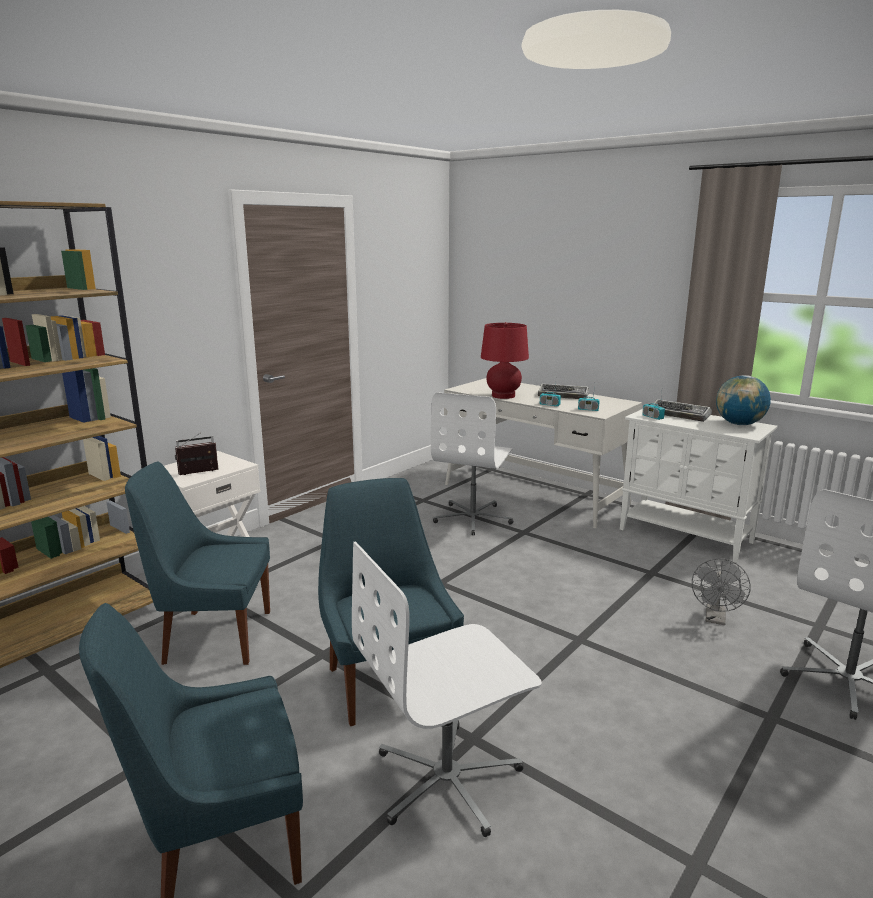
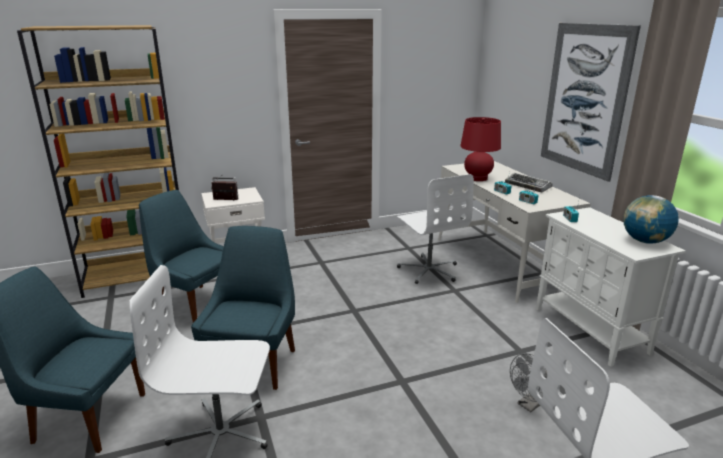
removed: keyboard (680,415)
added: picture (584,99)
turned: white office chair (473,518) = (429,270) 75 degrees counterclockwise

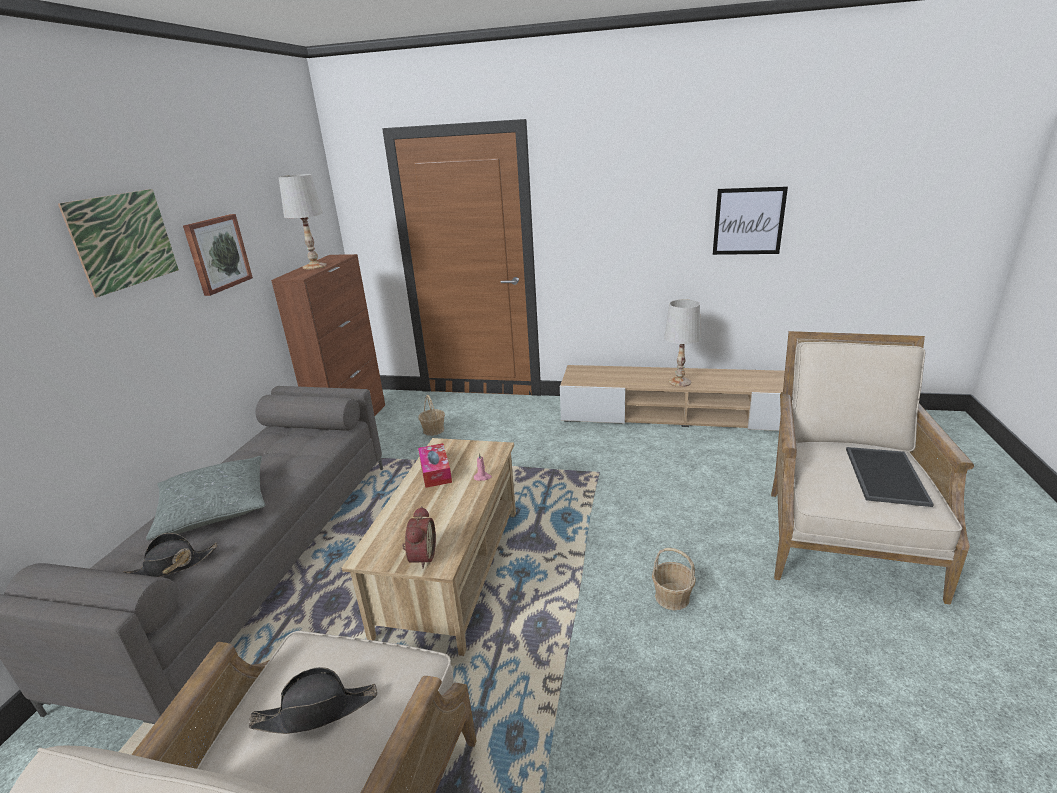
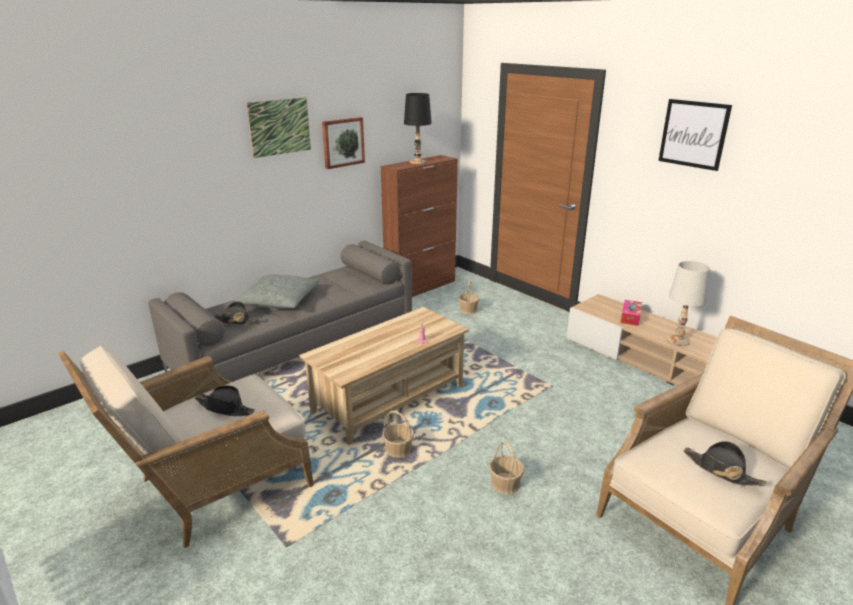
removed: alarm clock (420,556)
added: basket (398,450)
moved: tissue box (435,471) to (630,317); picture (748,221) to (693,134)
replaced: tray (883,475) to black hat (721,470)
recoloured: white table lamp (315,266) to black table lamp (418,162)

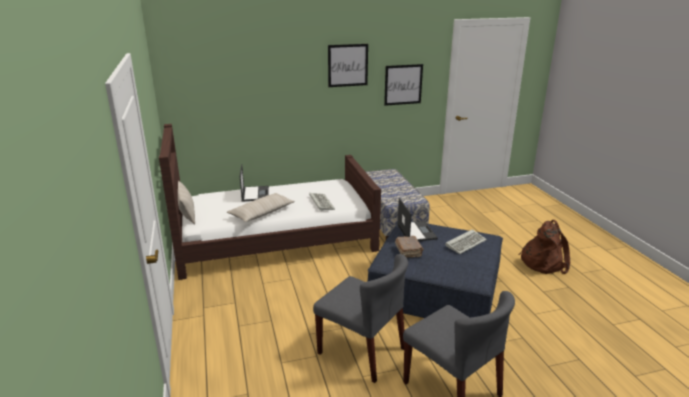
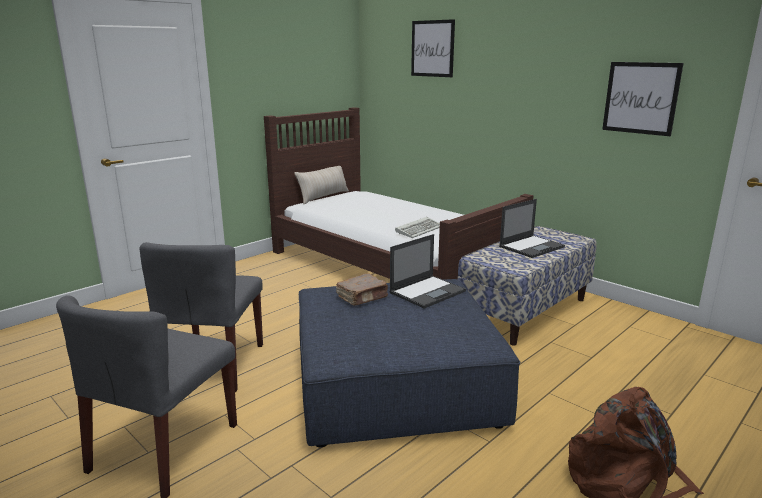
removed: beige pillow (262,213); keyboard (466,243)
moved: picture (347,65) to (432,48); laptop (255,193) to (532,246)

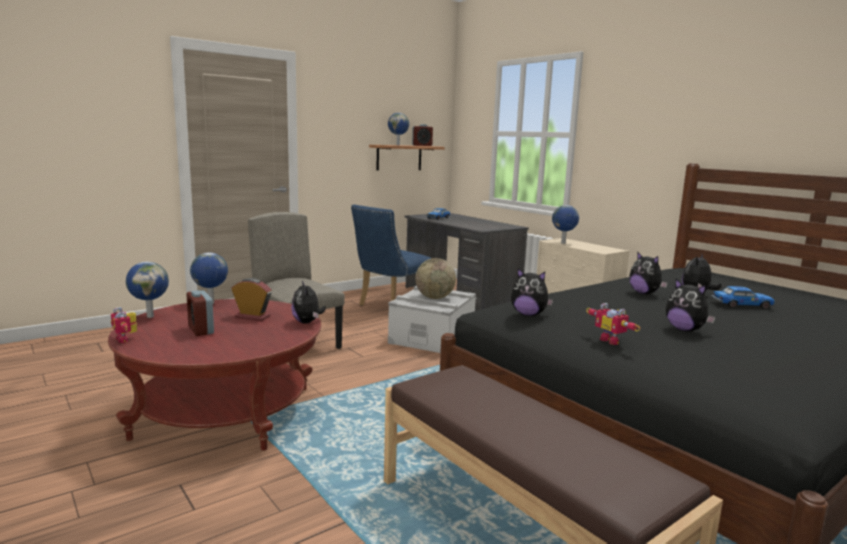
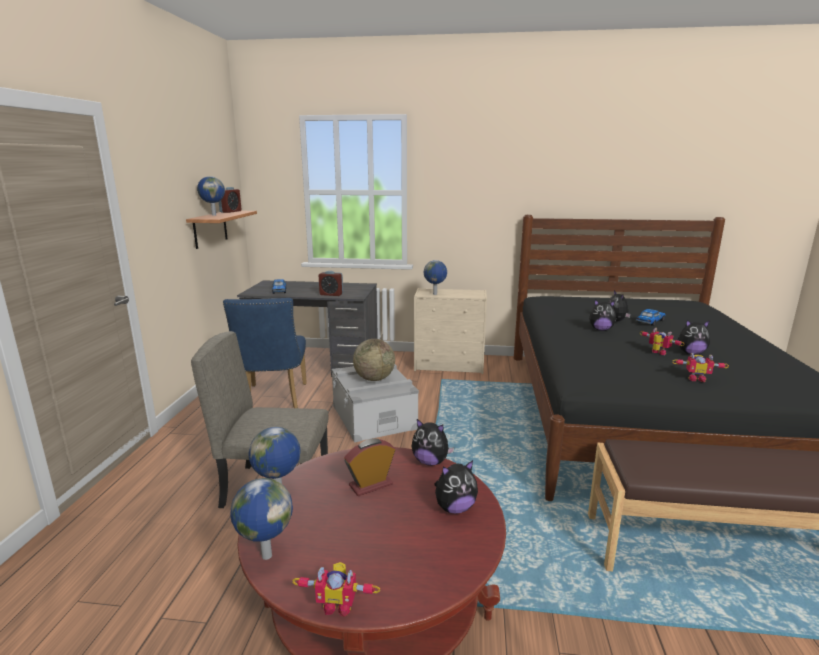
added: toy robot (657,353)
moved: alarm clock (201,330) to (331,294); plush toy (528,314) to (454,508)

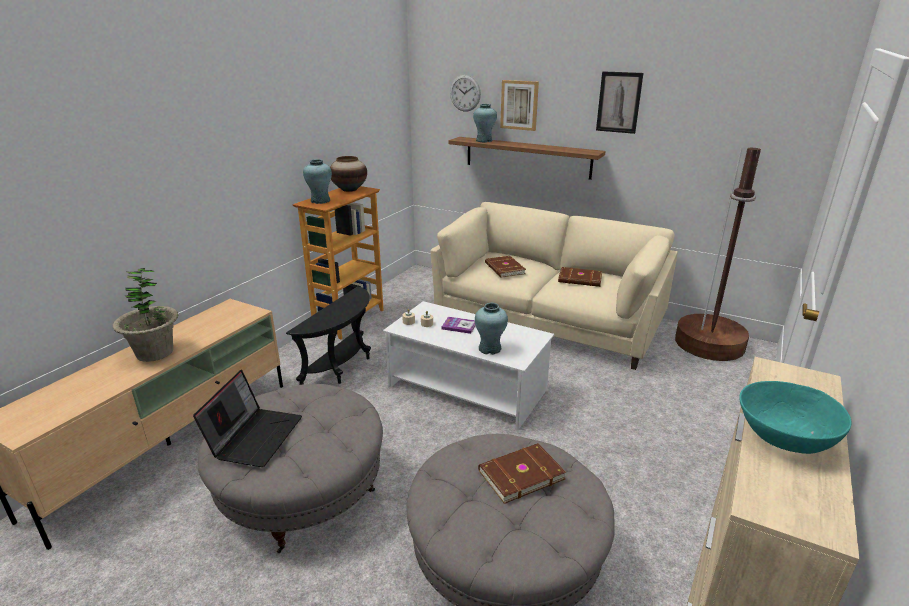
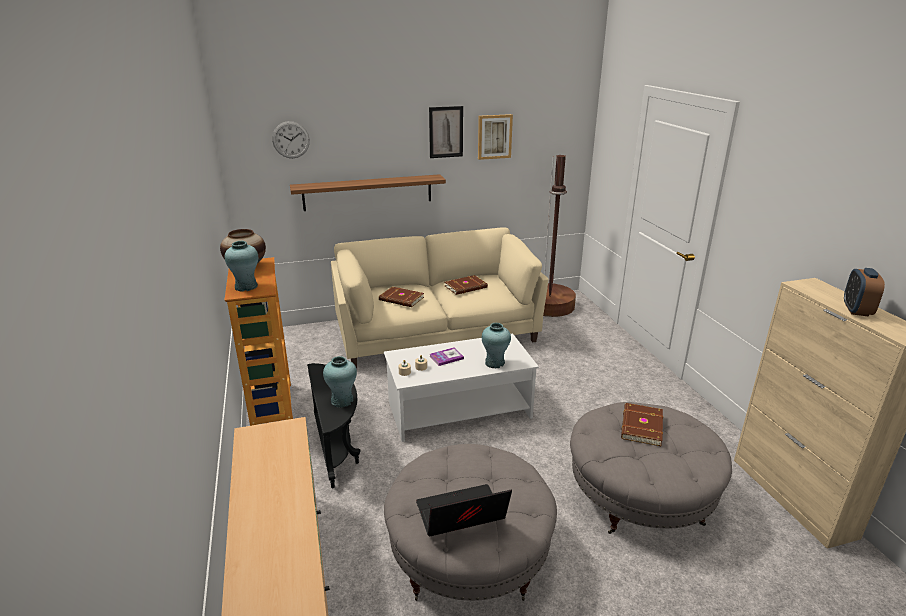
removed: potted plant (155,353)
moved: turquoise vase (484,140) to (342,400); picture (519,105) to (494,136)
replaced: turquoise bowl (784,437) to alarm clock (856,310)
turned: laptop (255,436) = (460,517) 75 degrees counterclockwise

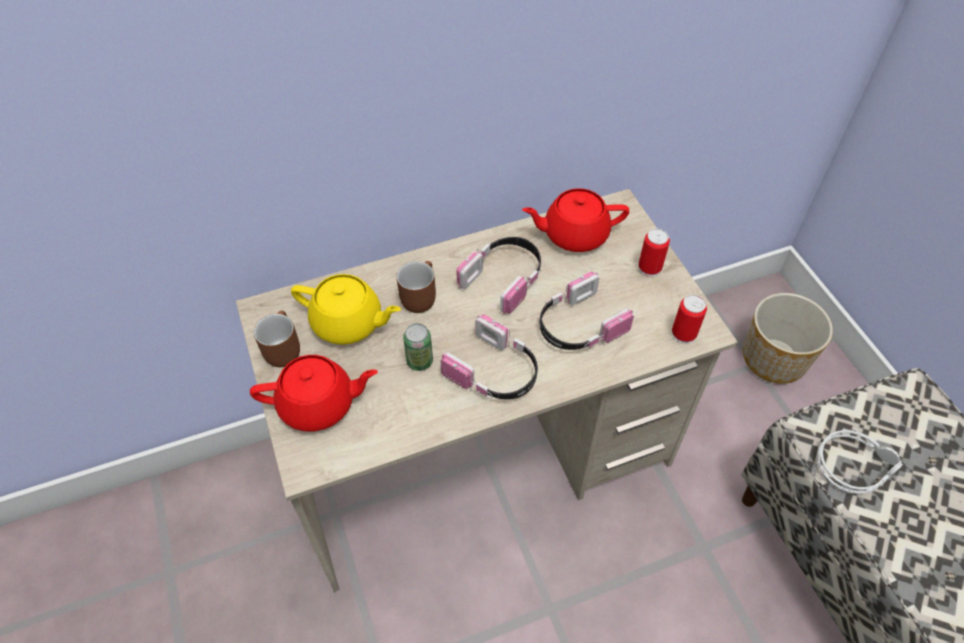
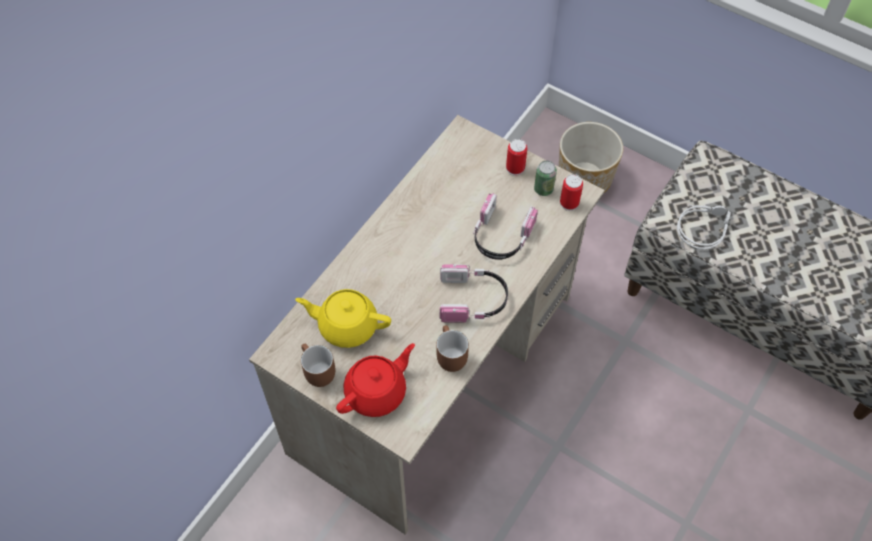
removed: headphones (504,278); red teapot (574,234)
moved: brown mug (418,295) to (448,355); can (419,361) to (543,189)
turned: yellow teapot (348,323) = (347,325) 150 degrees counterclockwise

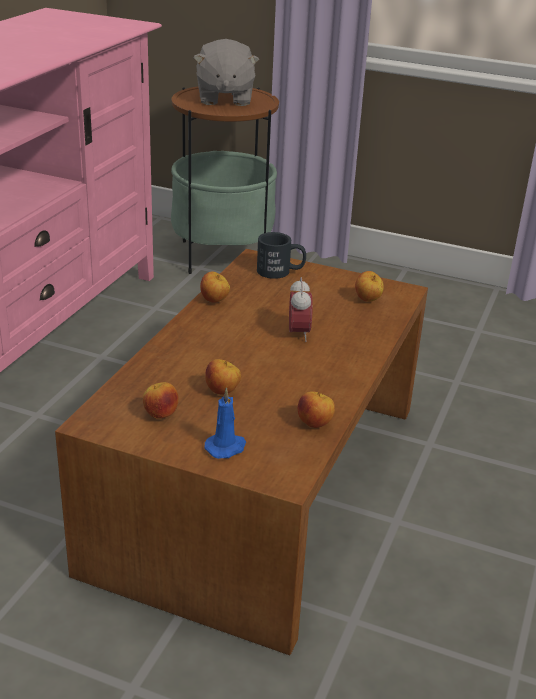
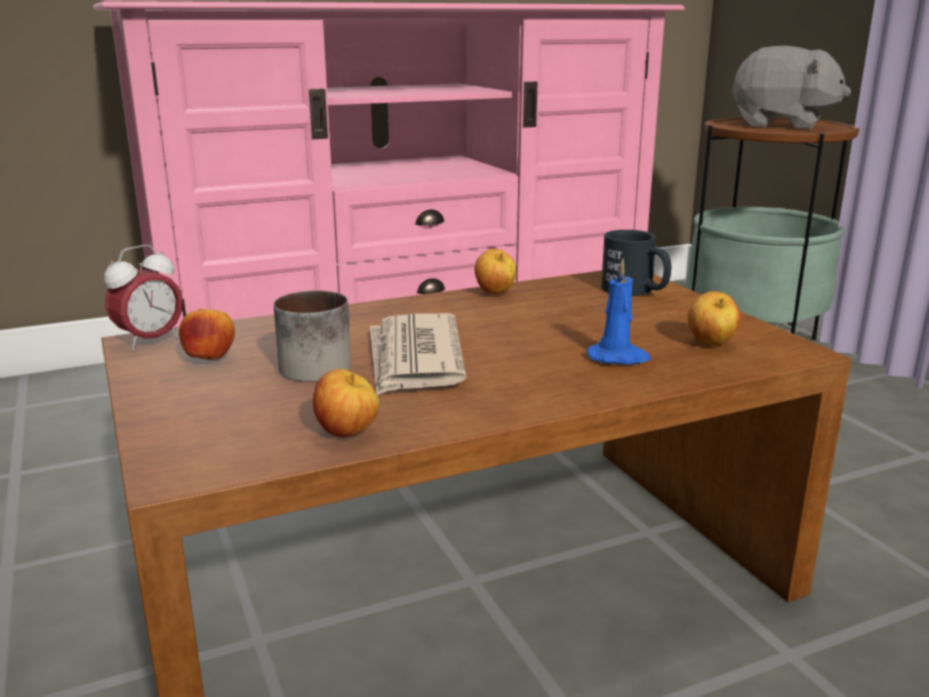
added: newspaper (414,359)
moved: alarm clock (298,334) to (150,341); blue candle (226,447) to (618,357)
replaced: apple (222,392) to mug (319,364)
turned: grey plush toy (224,98) = (781,125) 105 degrees counterclockwise

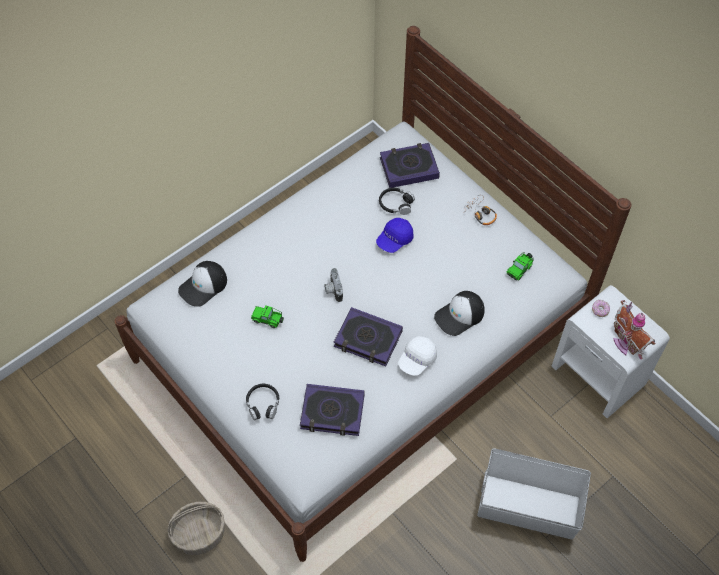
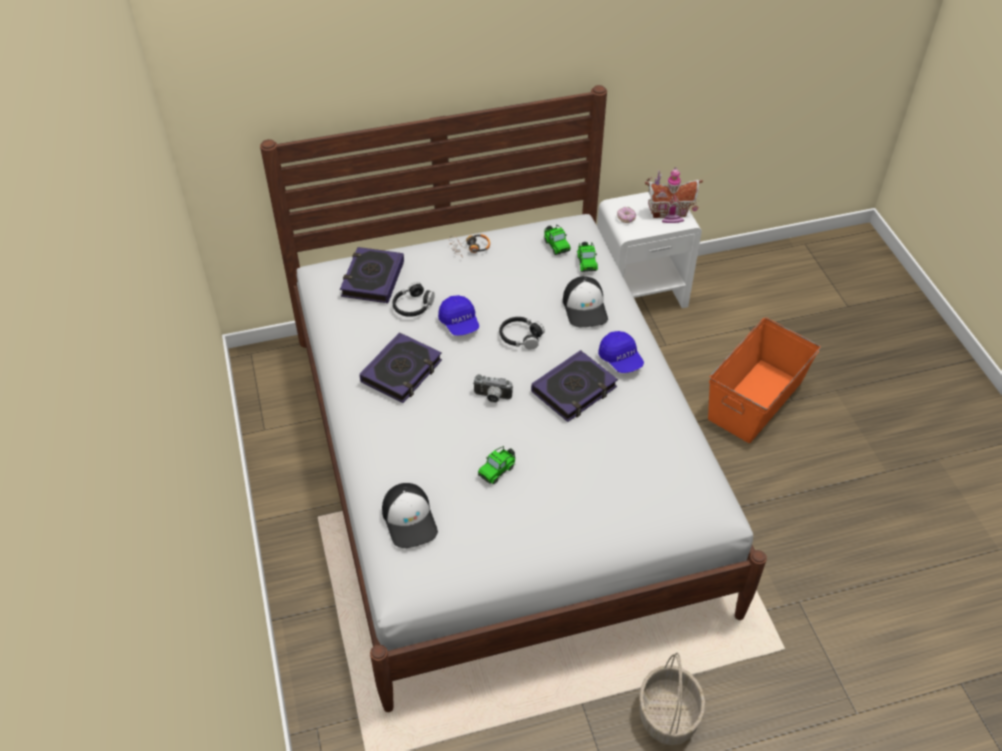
added: toy car (586,262)
moved: book (332,412) to (402,372); black headphones (263,404) to (520,337)
recoloured: white cap (417,359) to blue cap (620,359); white storage box (529,507) to orange storage box (756,400)

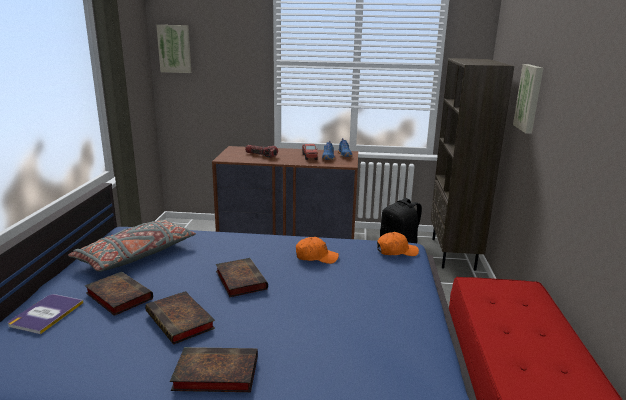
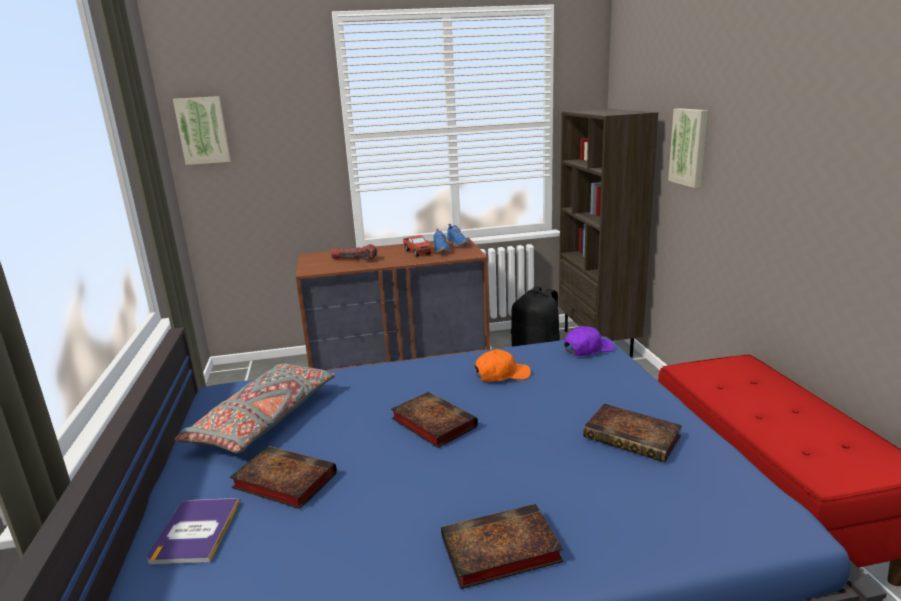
moved: book (181,321) to (634,437)
recoloured: orange cap (396,251) to purple cap (588,349)

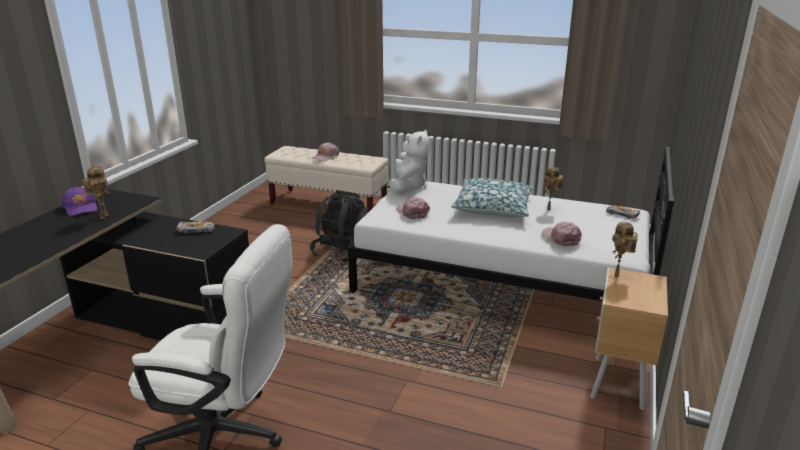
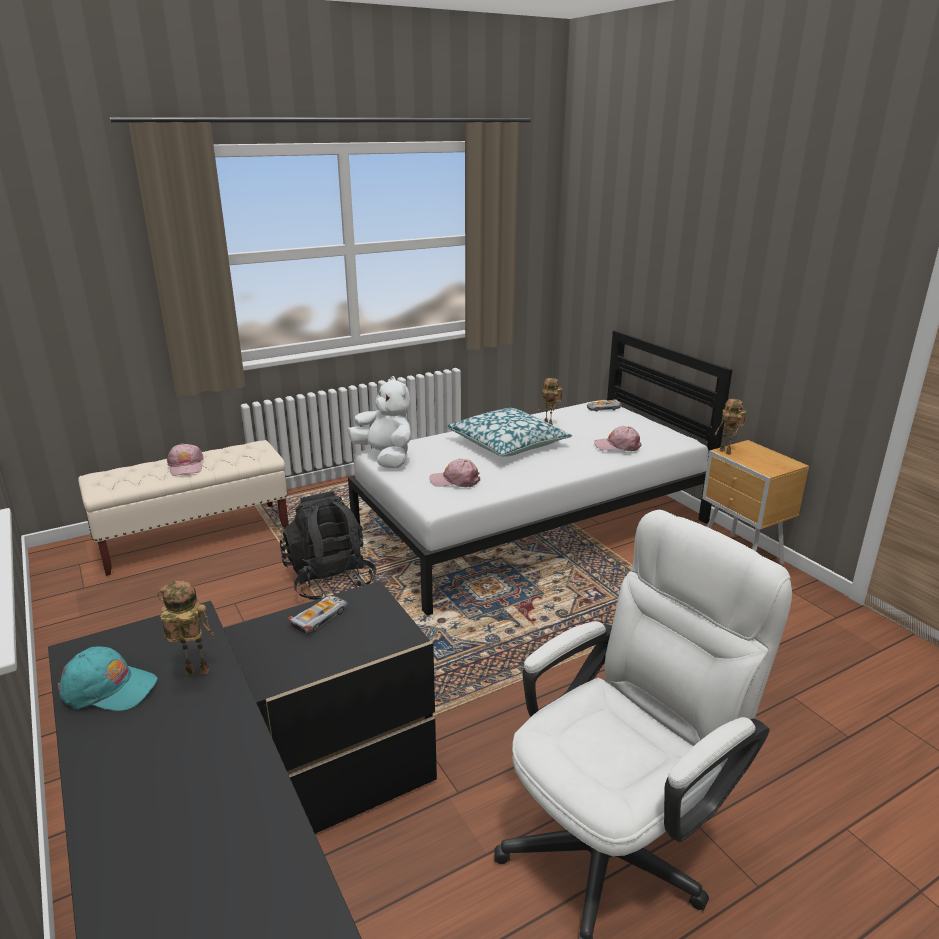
recoloured: purple cap (81,207) to turquoise cap (108,688)
turned: toy robot (103,216) = (194,673) 45 degrees counterclockwise

